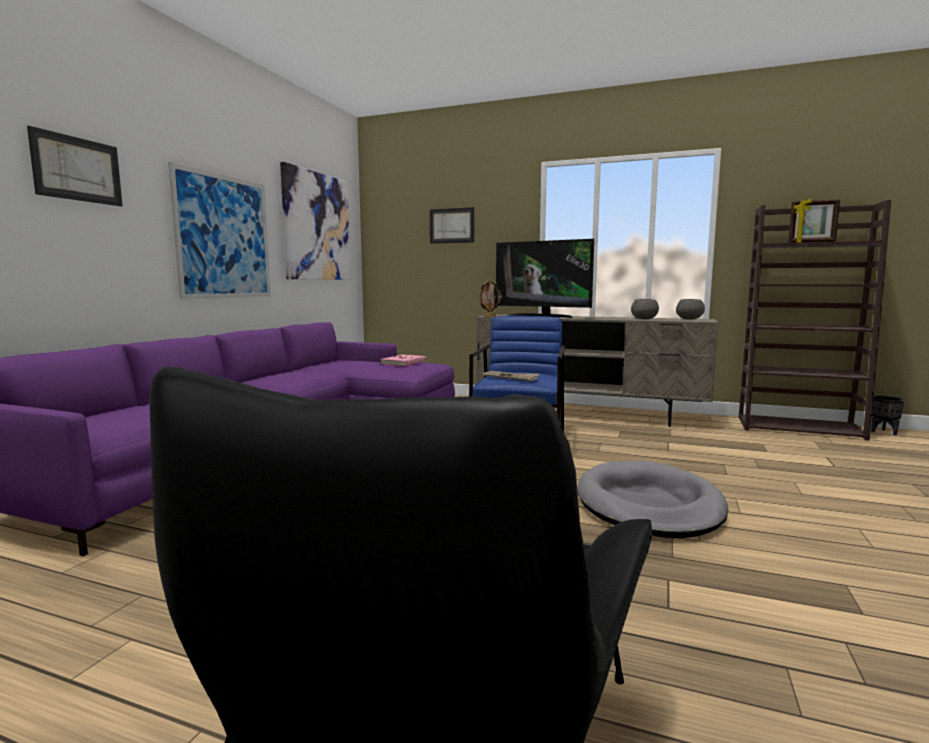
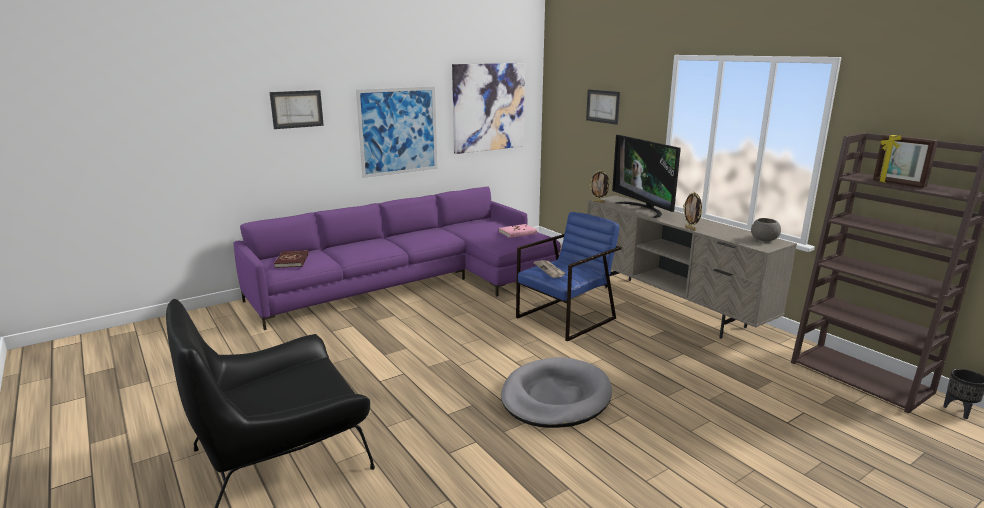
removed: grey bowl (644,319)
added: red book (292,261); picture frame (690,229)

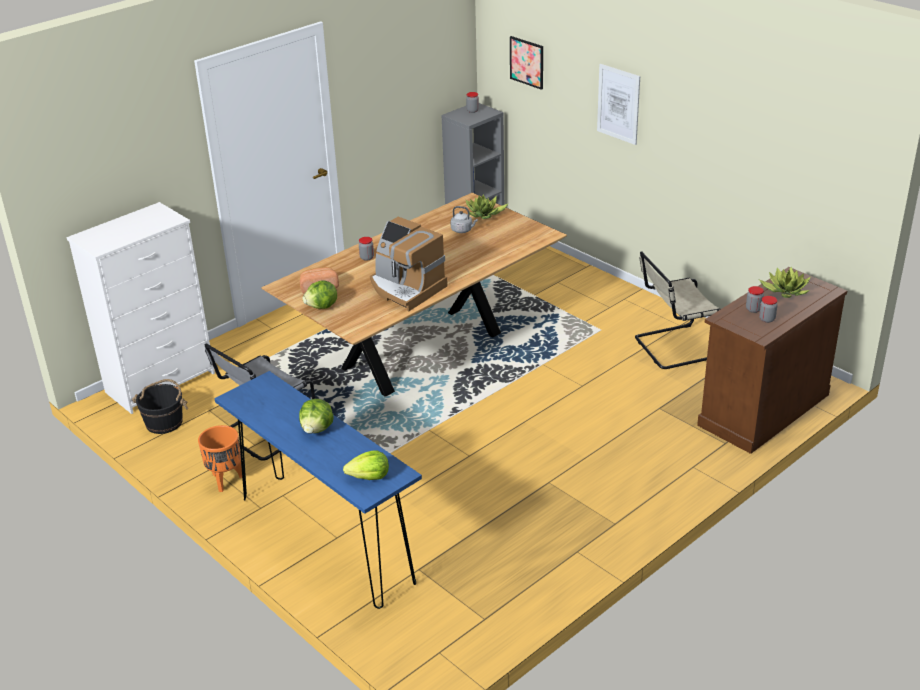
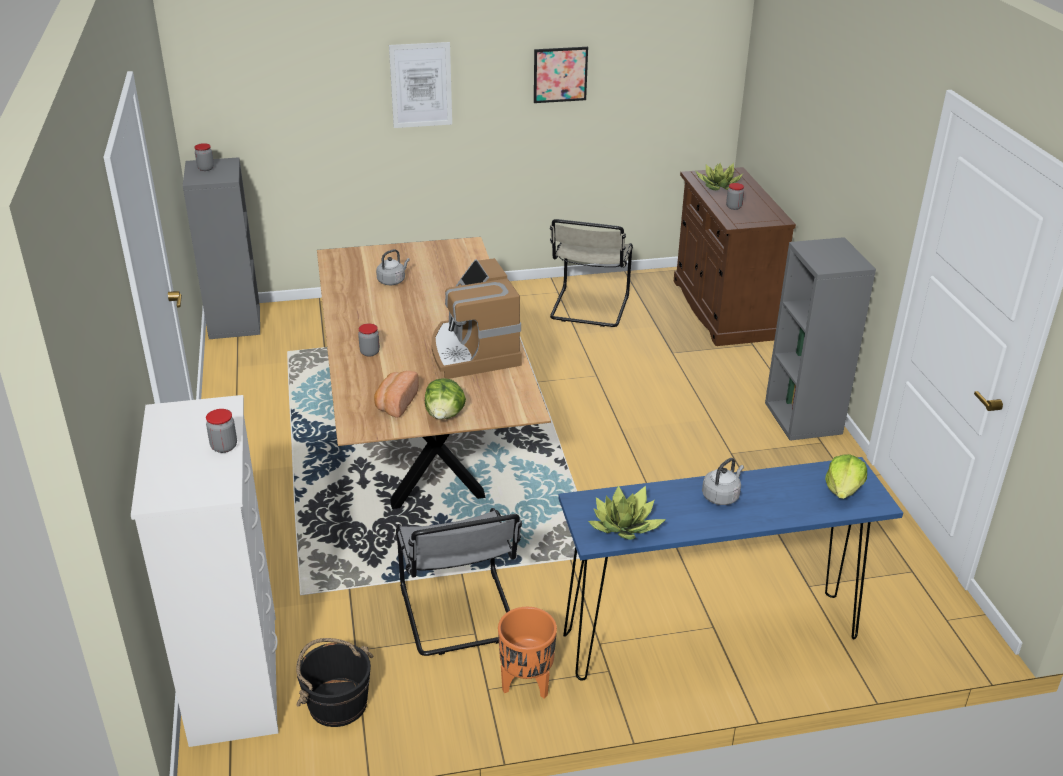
added: grey bookcase (804,418)
moved: jar (767,319) to (224,447); picture (527,62) to (560,74); potted plant (484,215) to (625,526)
replaced: lettuce (317,429) to grey kettle (721,496)
turned: coffee machine (405,288) = (473,351) 90 degrees clockwise

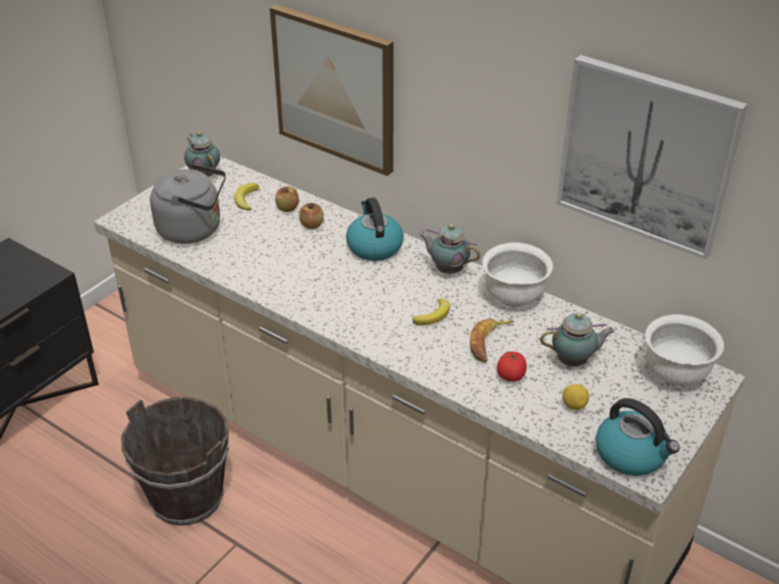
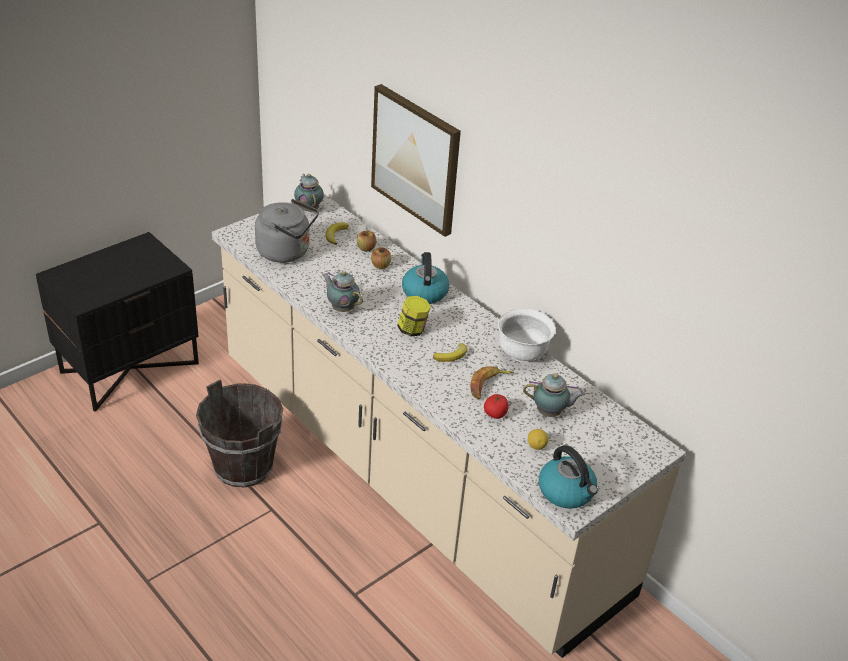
removed: picture (646,155); white bowl (676,373)
added: jar (412,330)
moved: teapot (447,269) to (342,308)

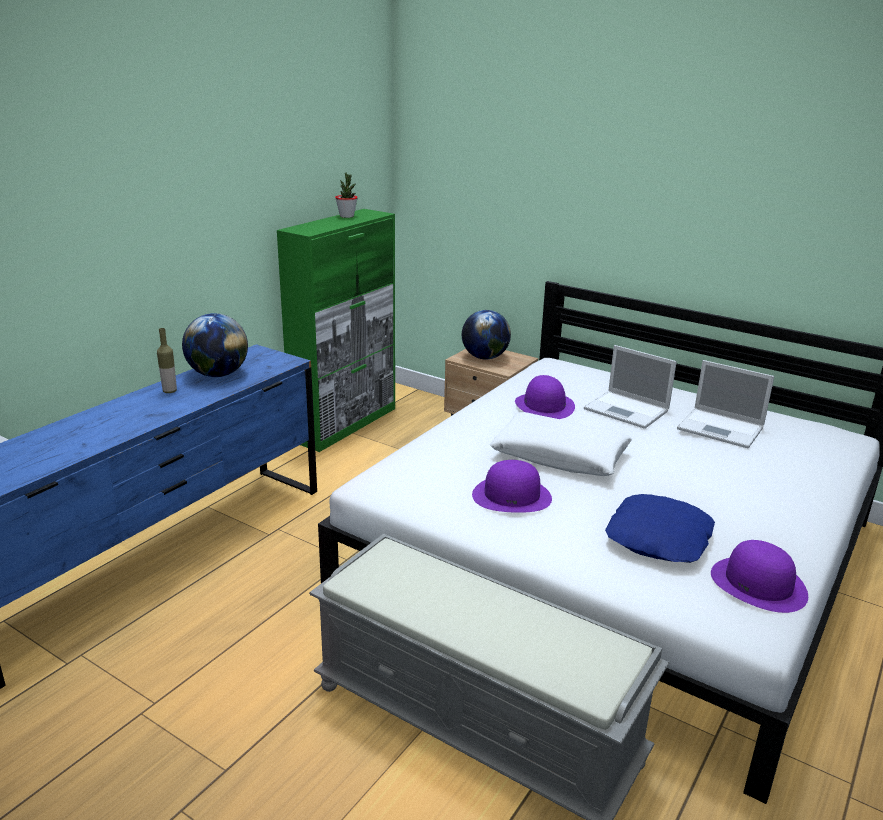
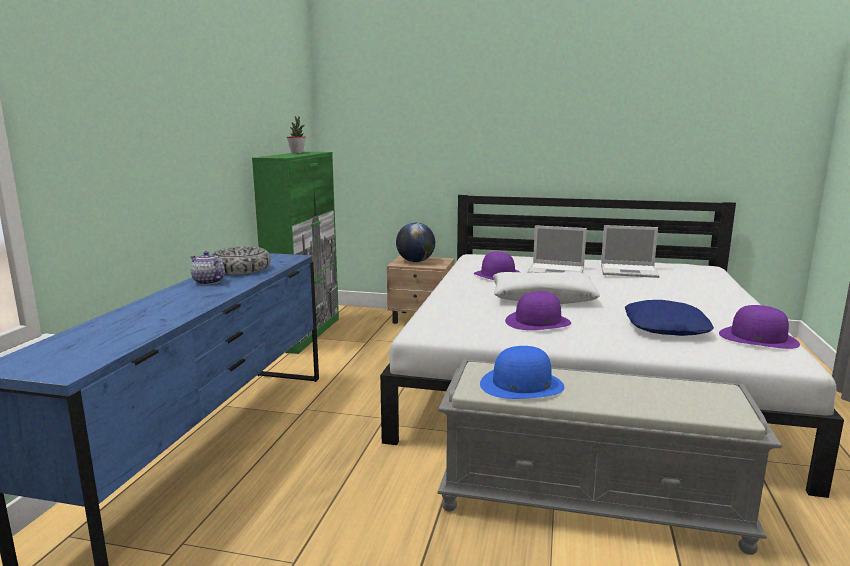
added: blue hat (521,385)
replaced: bottle (170,391) to teapot (208,282); globe (218,374) to bowl (241,269)

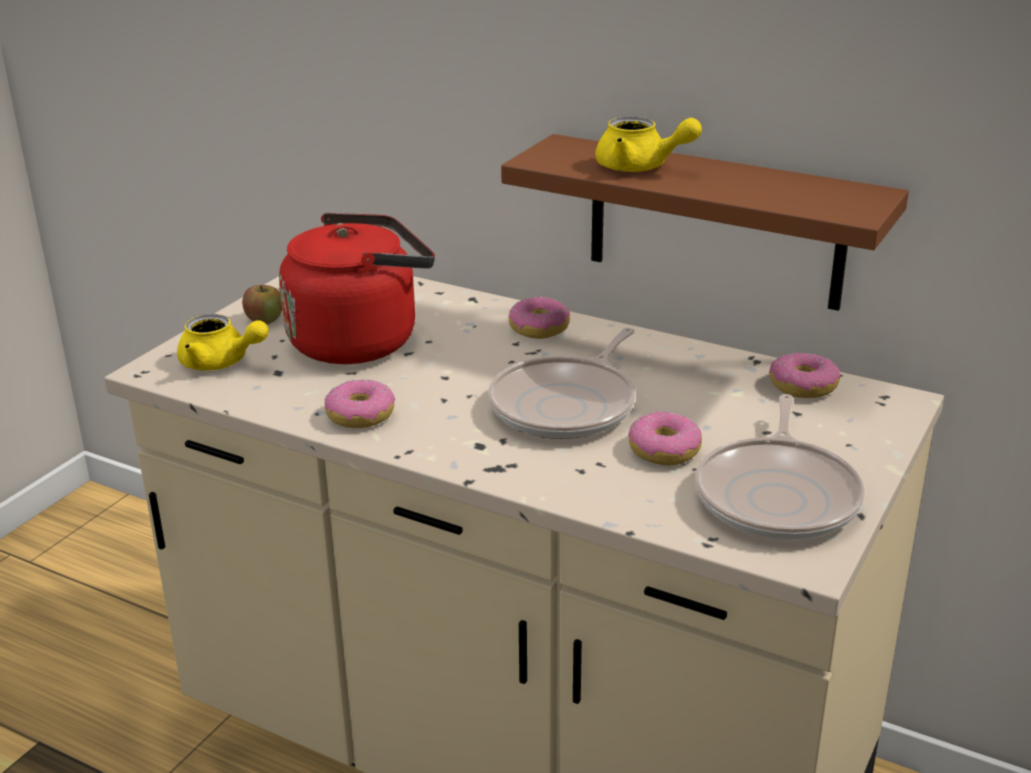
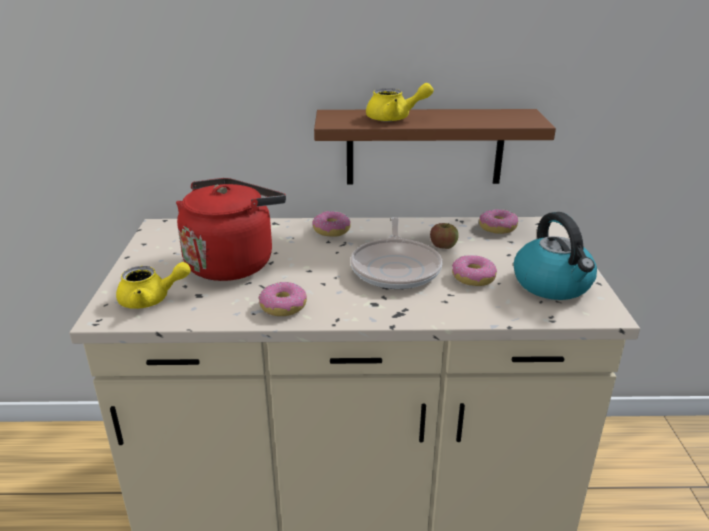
moved: apple (265,319) to (443,246)
replaced: frying pan (778,495) to kettle (553,284)

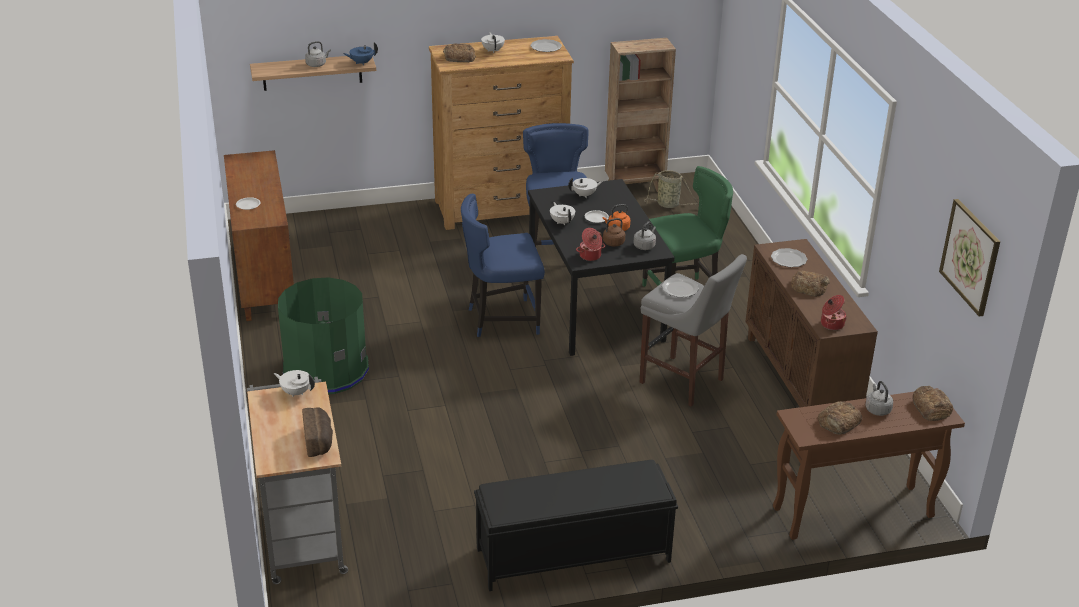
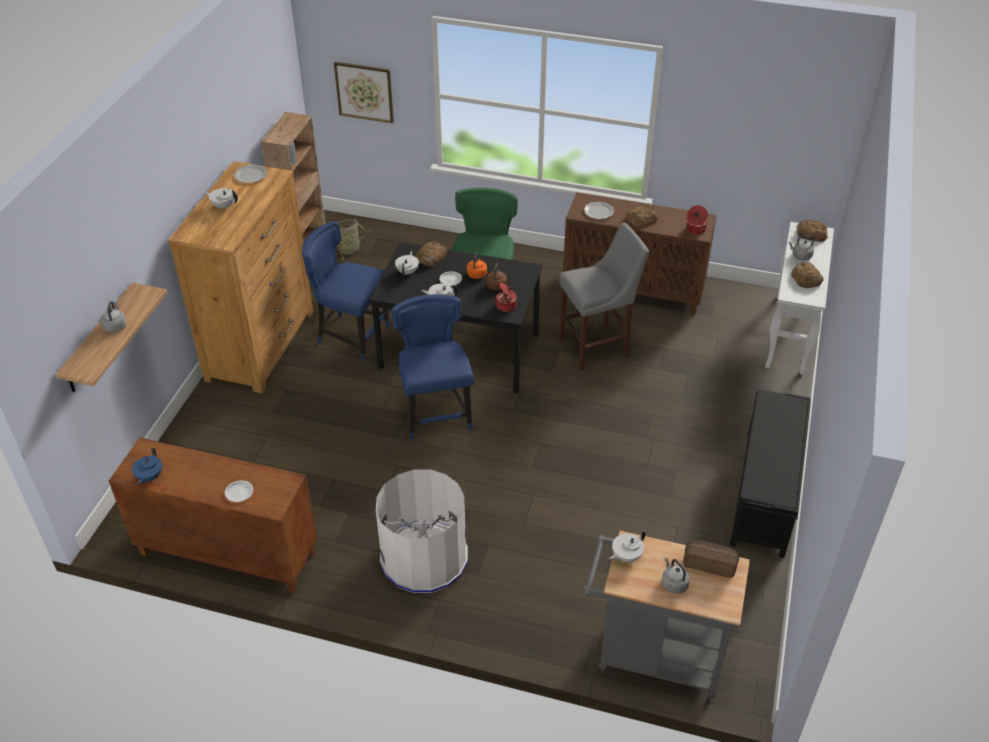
removed: plate (680,289)
moved: blue teapot (361,63) to (149,477); picture (970,256) to (364,92); bread (459,57) to (431,257); grey kettle (645,246) to (673,583)
recoloured: green trash can (326,370) to white trash can (424,558); brown console table (851,513) to white console table (789,335)
turned: blue chair (501,320) = (436,413) 150 degrees clockwise

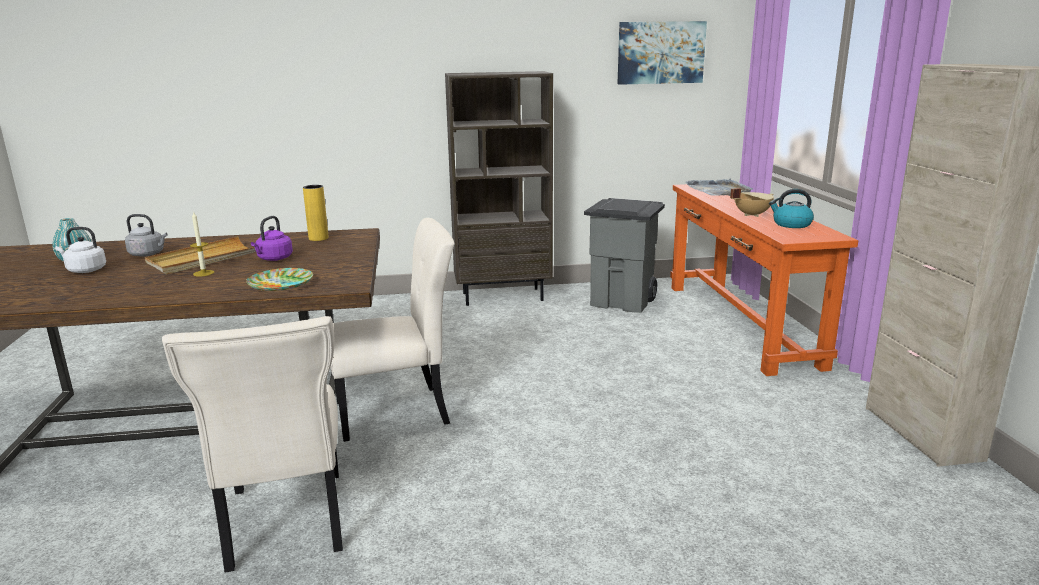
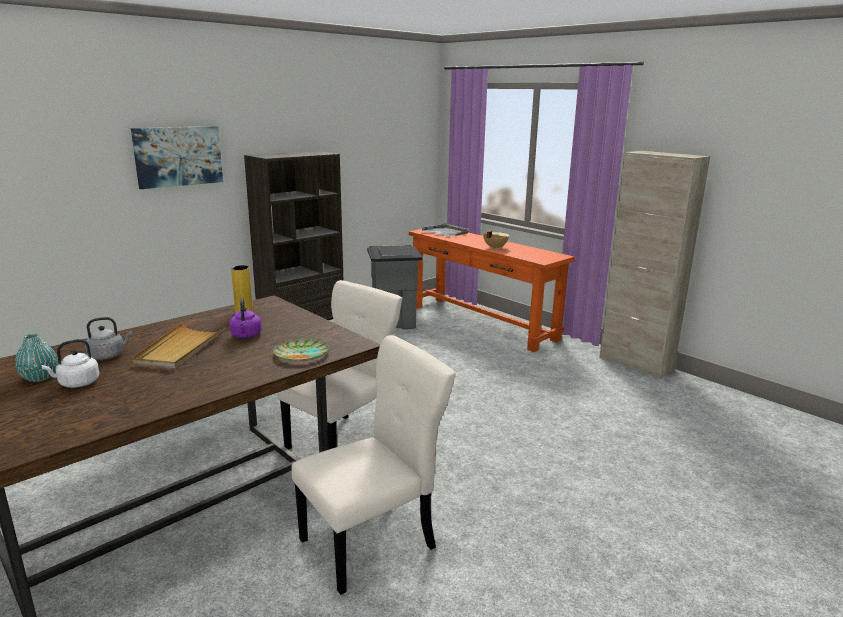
removed: candle (203,273); kettle (791,224)
moved: picture (660,52) to (178,156)
turned: beige chair (285,524) = (373,542) 75 degrees counterclockwise

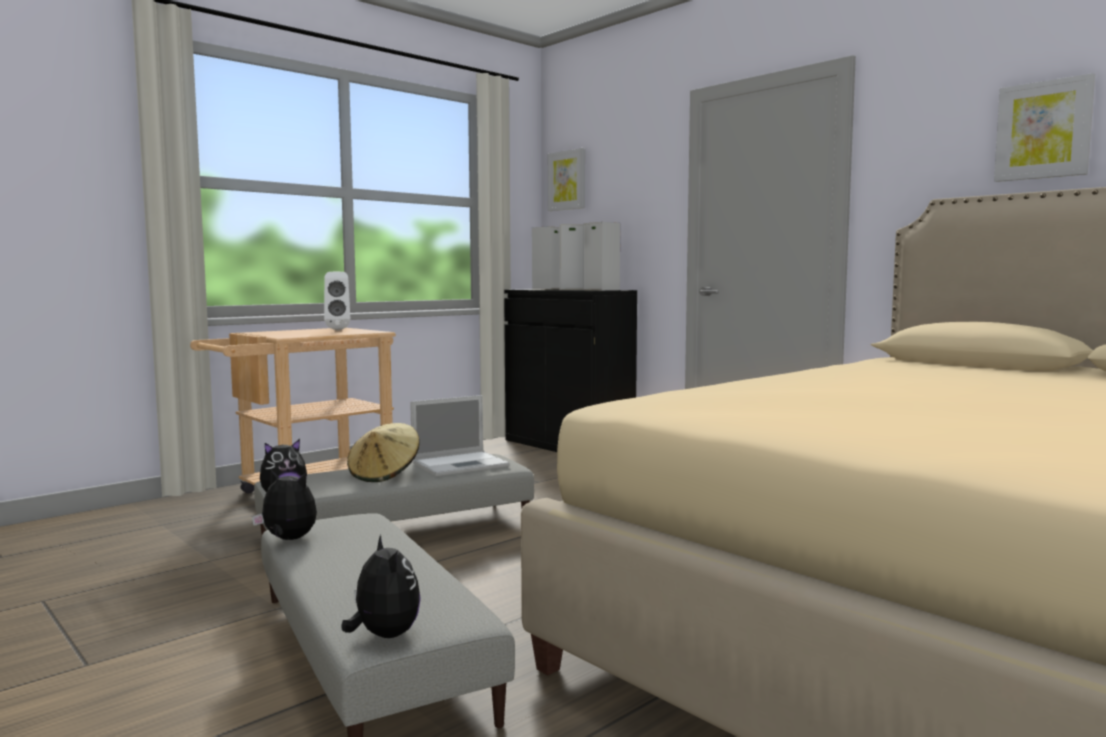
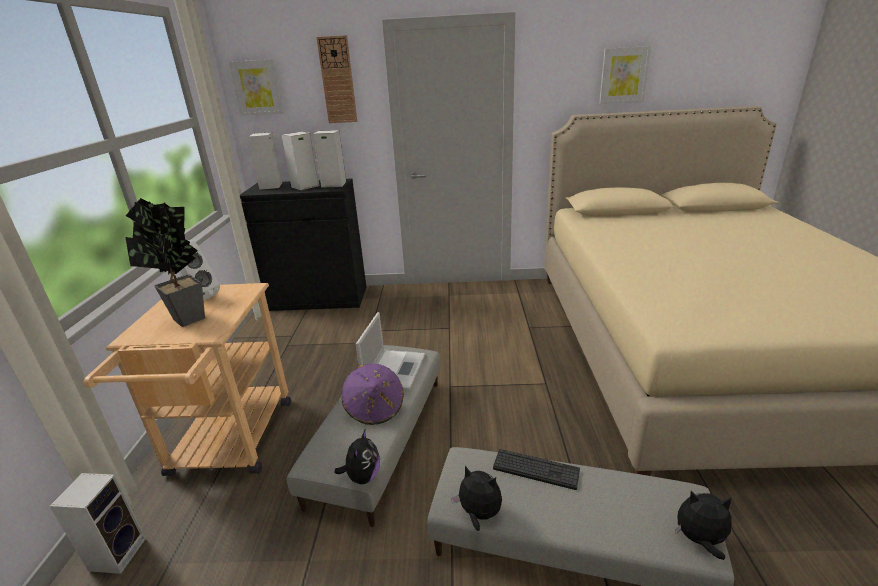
added: speaker (118,552); potted plant (188,321); wall clock (337,80); keyboard (536,469)
recoloured: beige hat (384,475) to purple hat (375,408)
turned: plush toy (288,540) = (479,514) 60 degrees clockwise

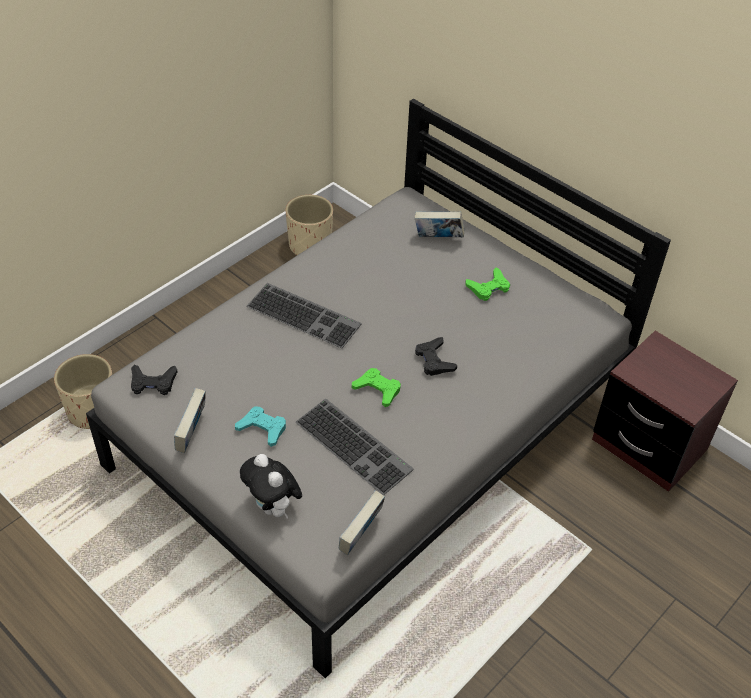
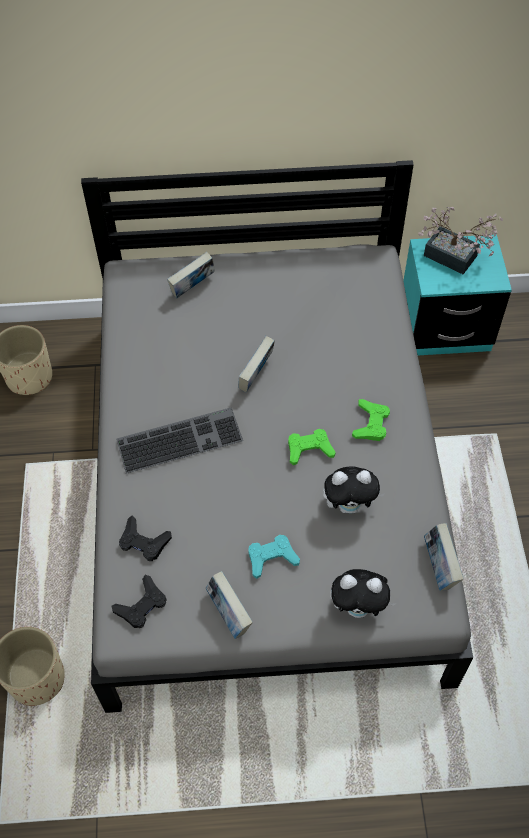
added: book (256,377); potted plant (455,259)
moved: black game controller (434,360) to (144,542); green game controller (488,288) to (371,423)
replaced: keyboard (356,445) to plush toy (350,505)
recoloured: brown nightstand (648,445) to turquoise nightstand (444,328)

